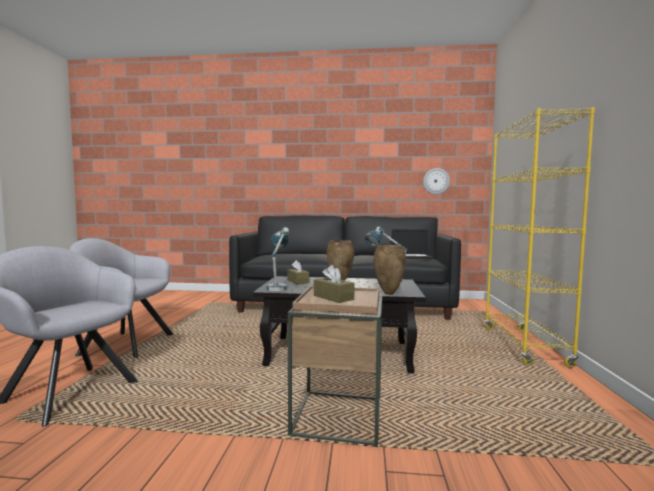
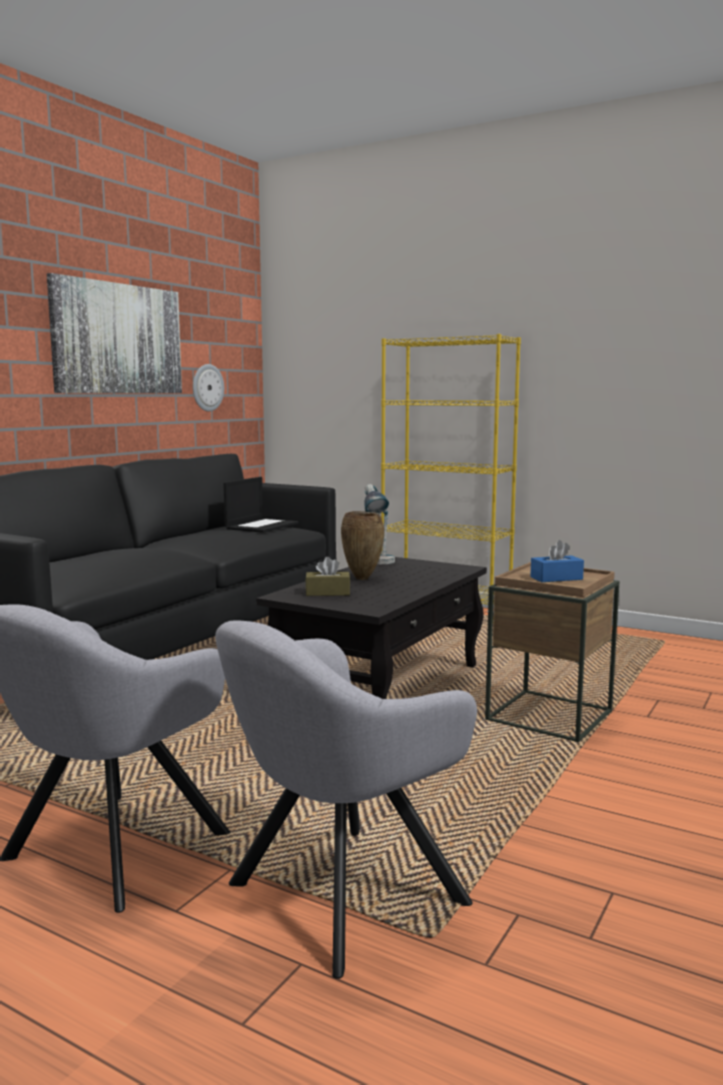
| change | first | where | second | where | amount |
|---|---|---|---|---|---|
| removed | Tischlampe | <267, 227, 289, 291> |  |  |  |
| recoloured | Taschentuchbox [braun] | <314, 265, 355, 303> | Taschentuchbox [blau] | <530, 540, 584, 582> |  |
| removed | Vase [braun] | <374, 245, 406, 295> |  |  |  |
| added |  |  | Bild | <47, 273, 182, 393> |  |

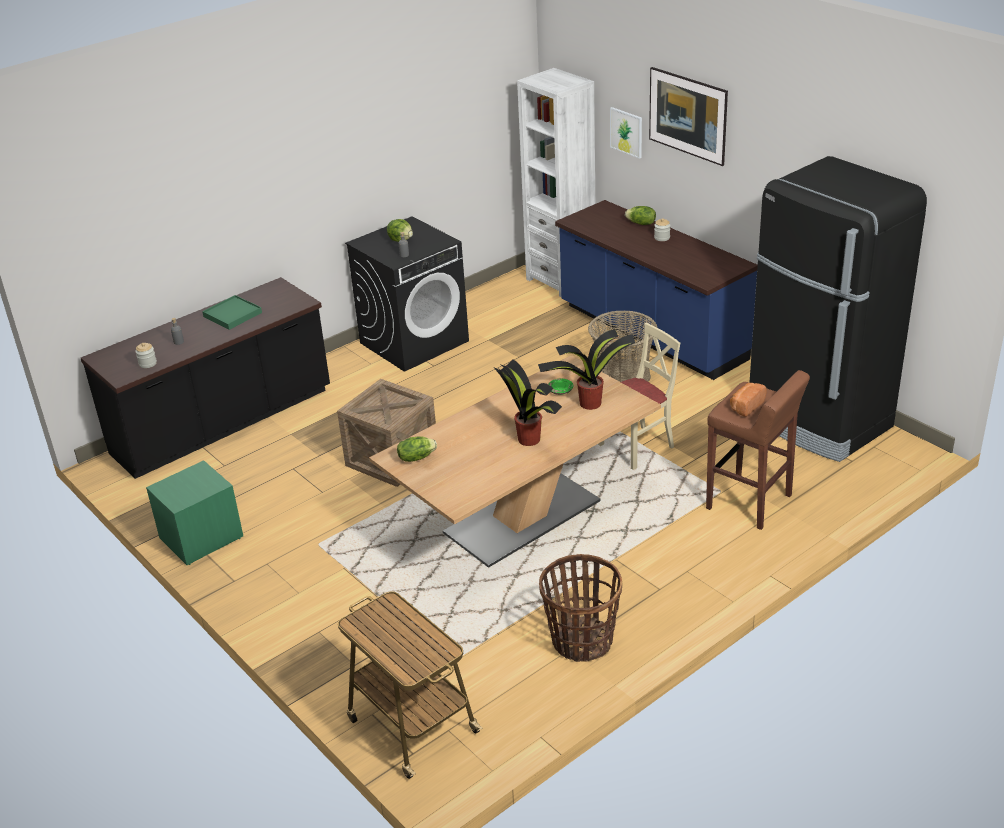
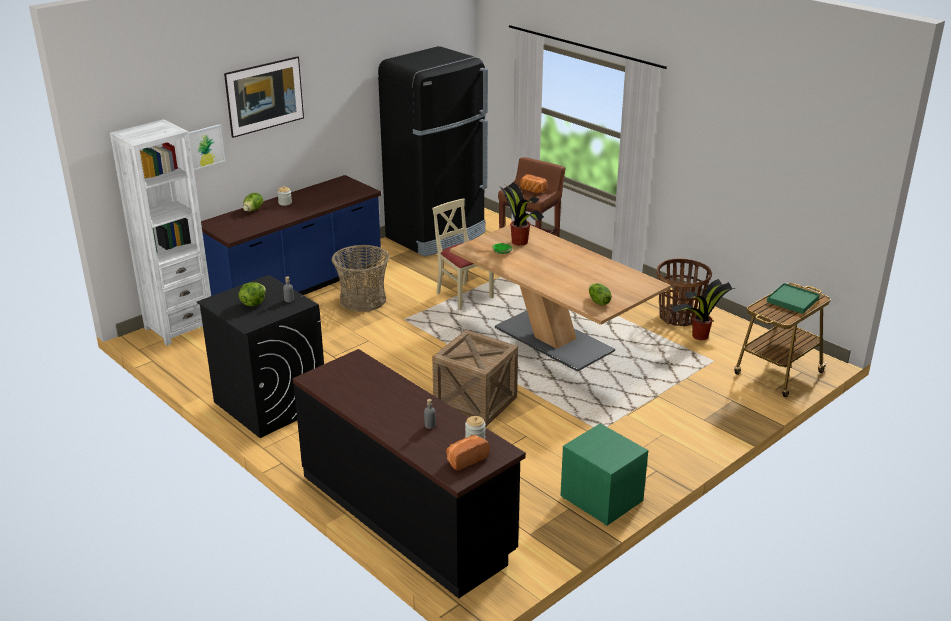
| change | first | where | second | where | amount |
|---|---|---|---|---|---|
| moved | Tablett [grün] | <202, 295, 262, 330> |  | <767, 283, 820, 314> |  |
| moved | Topfpflanze | <494, 359, 562, 446> |  | <671, 279, 735, 340> |  |
| added |  |  | Brot | <446, 435, 490, 471> |  |

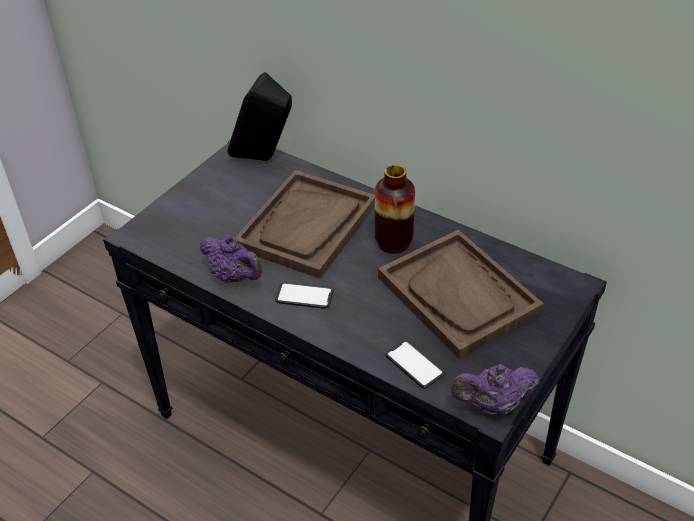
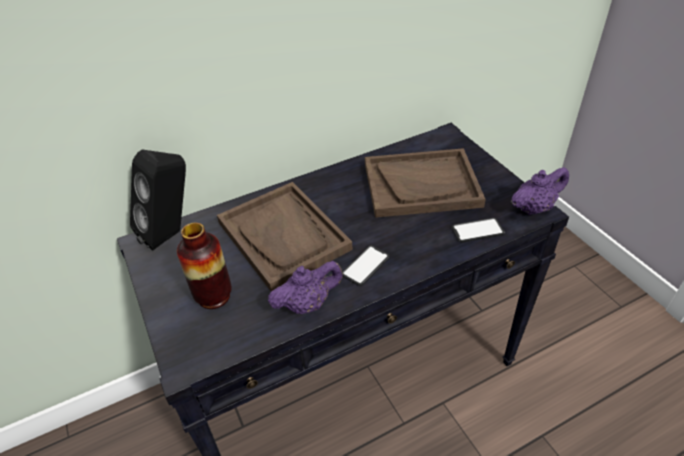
| change | first | where | second | where | amount |
|---|---|---|---|---|---|
| moved | Vase | <375, 165, 415, 254> |  | <177, 223, 232, 309> |  |
| turned | Teekanne [lila] | <451, 364, 539, 415> |  | <511, 167, 569, 215> | 135 degrees counterclockwise |

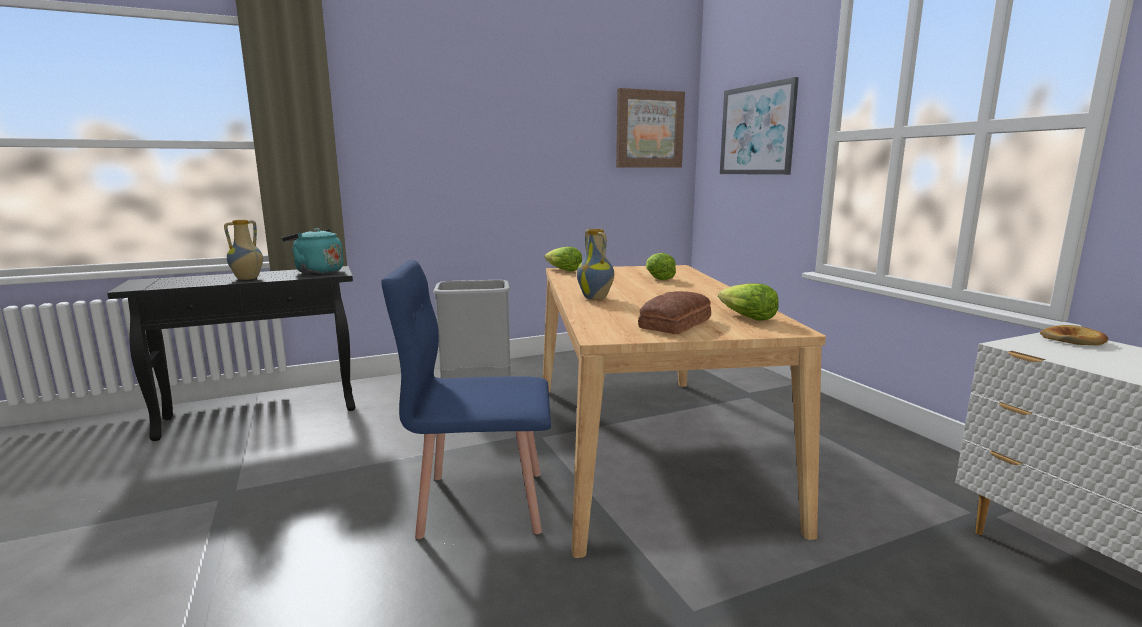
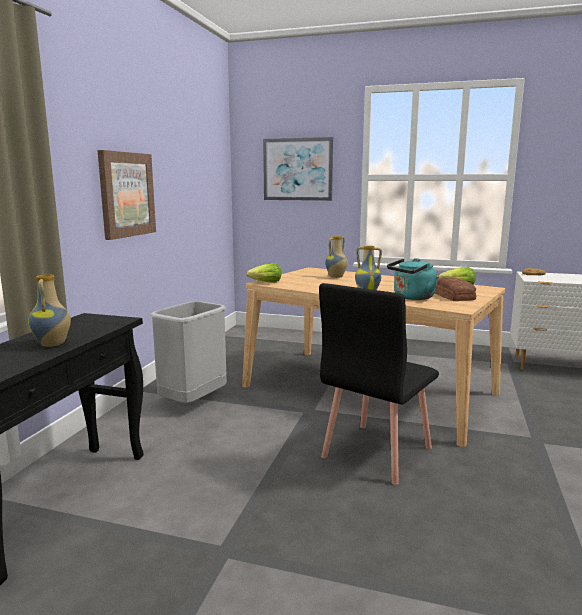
| change | first | where | second | where | amount |
|---|---|---|---|---|---|
| moved | Wasserkessel [türkis] | <282, 228, 344, 274> |  | <387, 258, 438, 300> |  |
| recoloured | Stuhl [blau] | <381, 260, 551, 539> | Stuhl [schwarz] | <319, 283, 439, 485> |  |
| moved | Bild | <616, 88, 685, 168> |  | <97, 150, 156, 240> |  |
| replaced | Salatkopf | <646, 253, 676, 280> | Vase | <325, 236, 348, 278> |  |

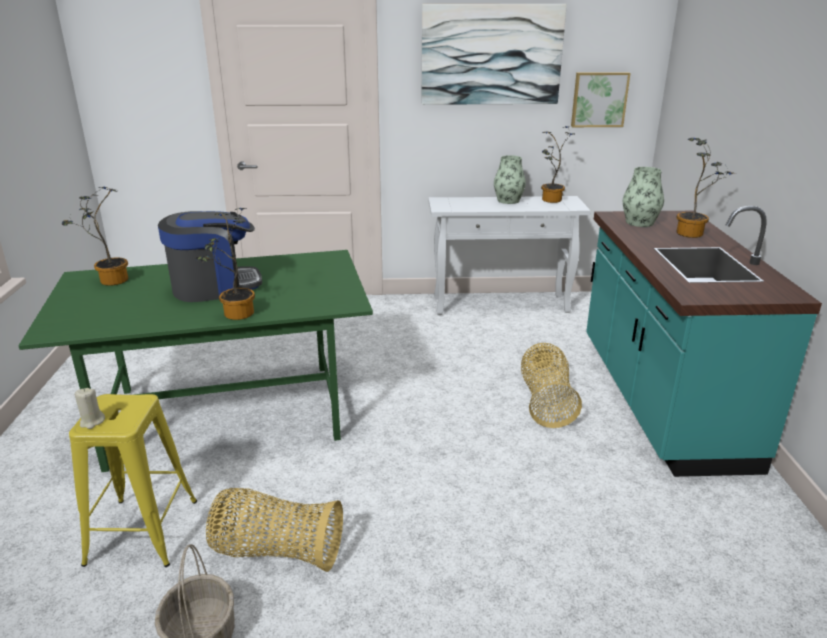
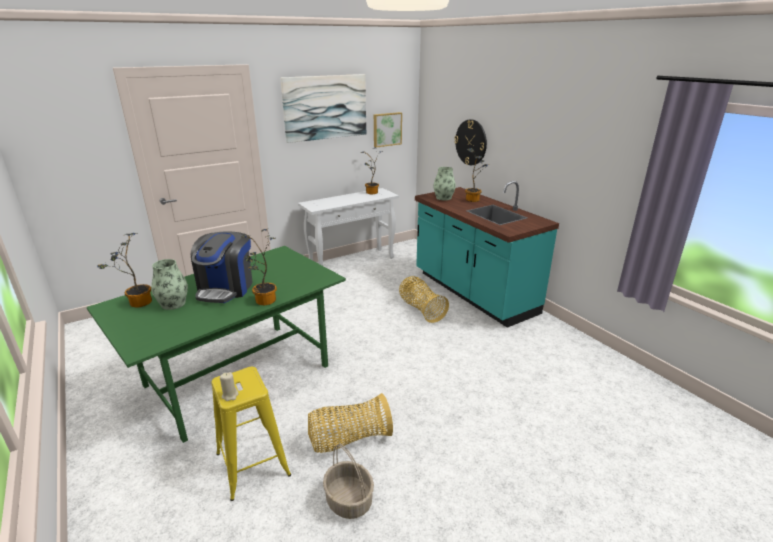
| change | first | where | second | where | amount |
|---|---|---|---|---|---|
| turned | Kaffeemaschine | <158, 211, 262, 302> |  | <191, 232, 252, 303> | 150 degrees clockwise |
| moved | Vase | <494, 155, 526, 204> |  | <151, 259, 188, 310> |  |
| added |  |  | Wanduhr | <454, 119, 487, 165> |  |

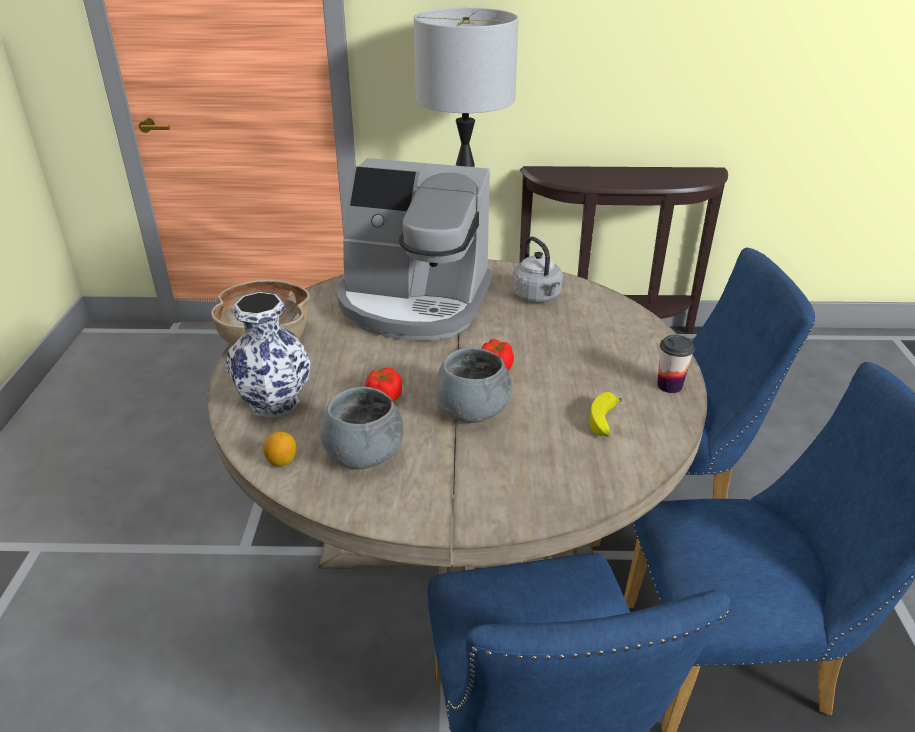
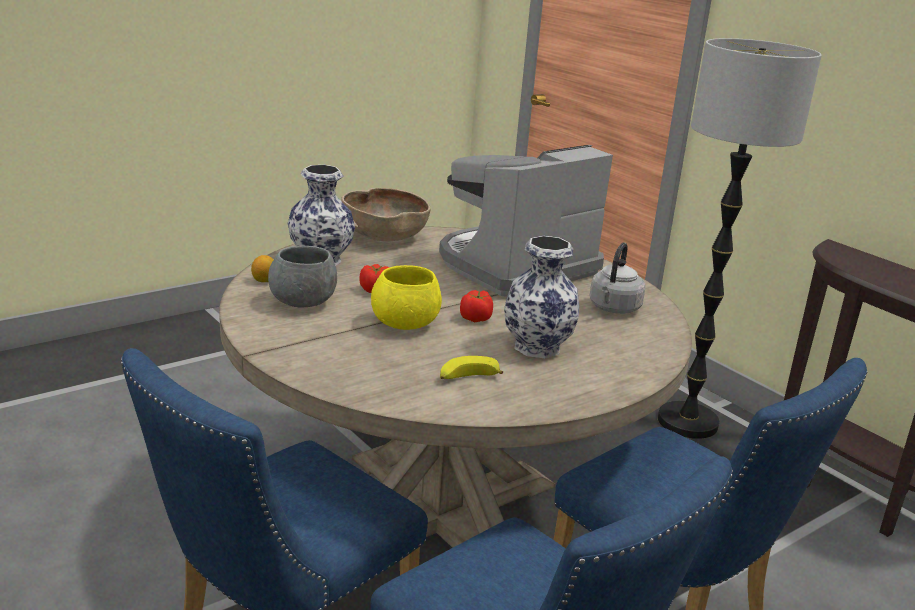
| change | first | where | second | where | amount |
|---|---|---|---|---|---|
| turned | Kaffeemaschine | <338, 158, 492, 341> |  | <439, 145, 613, 297> | 75 degrees clockwise |
| recoloured | Schüssel [grau] | <435, 347, 511, 423> | Schüssel [gelb] | <371, 265, 442, 330> |  |
| removed | Tasse | <657, 335, 695, 393> |  |  |  |
| added |  |  | Vase | <504, 236, 579, 358> |  |

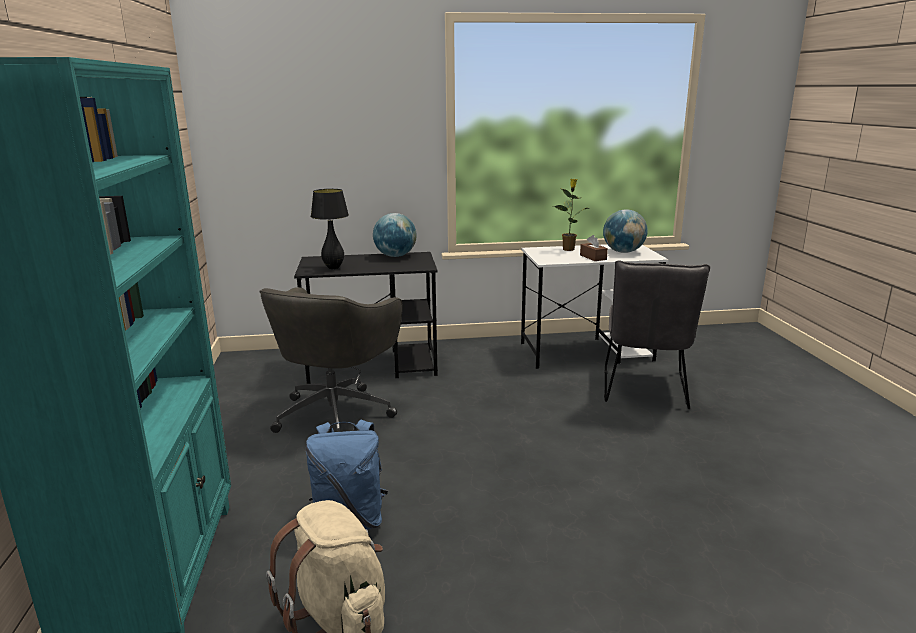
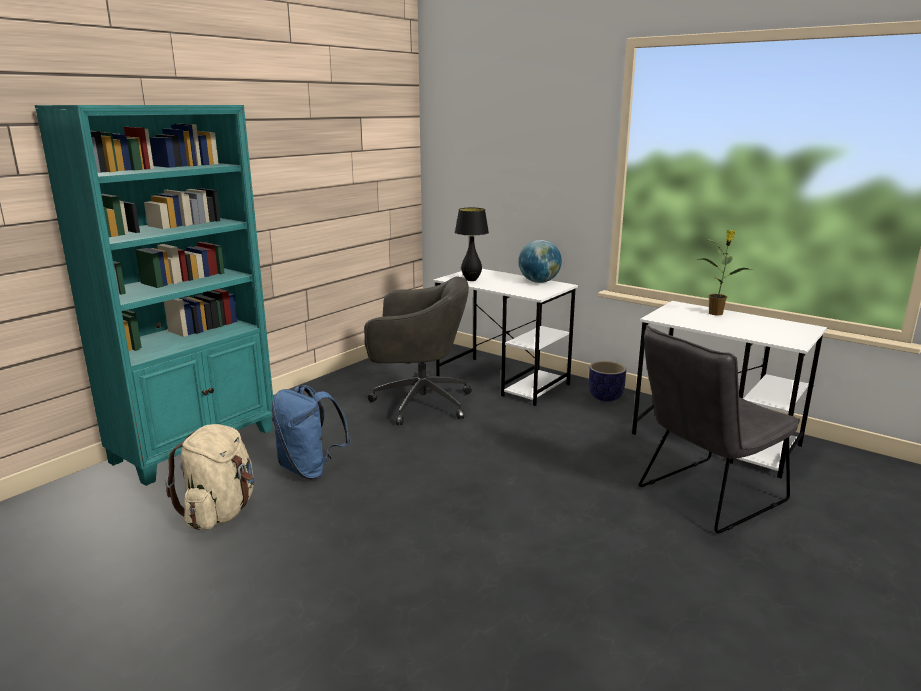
| change | first | where | second | where | amount |
|---|---|---|---|---|---|
| turned | Bürostuhl [grau] | <259, 287, 403, 433> |  | <364, 277, 472, 425> | 150 degrees counterclockwise |
| recoloured | Schreibtisch [schwarz] | <294, 252, 438, 384> | Schreibtisch [weiß] | <433, 269, 578, 406> |  |
| removed | Taschentuchbox [braun] | <580, 235, 608, 261> |  |  |  |
| removed | Globus | <603, 209, 648, 253> |  |  |  |
| added |  |  | Pflanzkübel | <589, 361, 626, 401> |  |

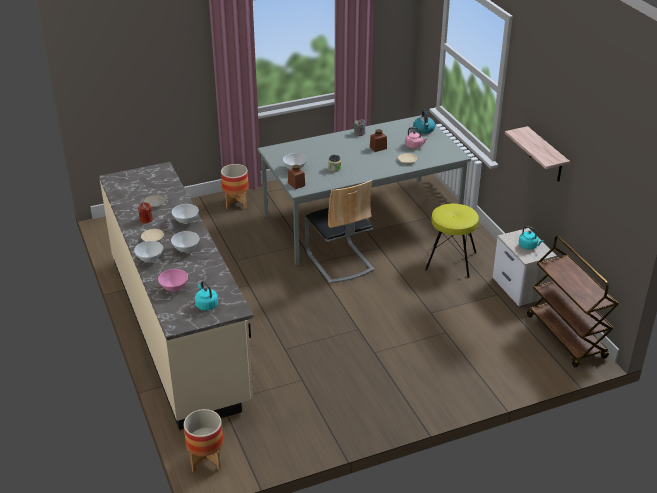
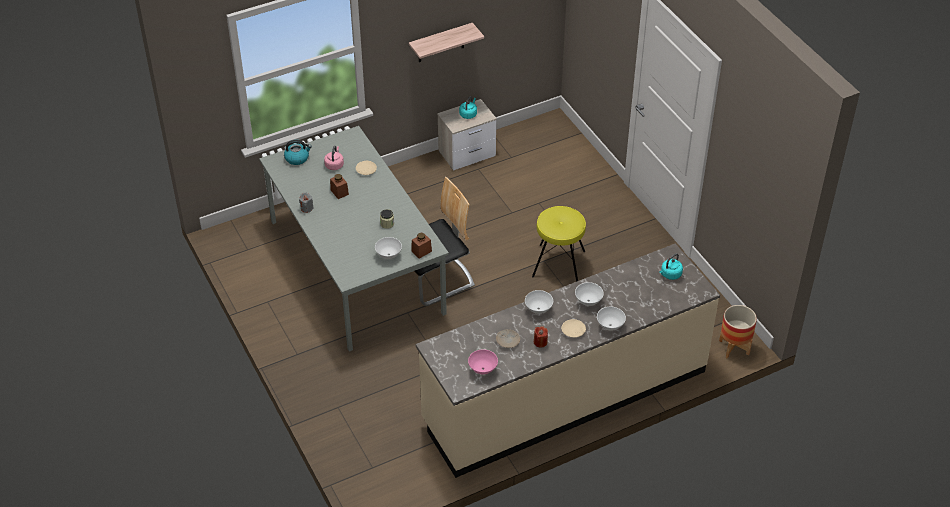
| change | first | where | second | where | amount |
|---|---|---|---|---|---|
| moved | Schüssel [rosa] | <158, 269, 188, 291> |  | <468, 349, 498, 374> |  |
| removed | Pflanzkübel | <221, 164, 249, 209> |  |  |  |
| moved | Hocker [gelb] | <425, 203, 479, 278> |  | <532, 206, 586, 282> |  |
| removed | Rollwagen [braun] | <527, 236, 619, 367> |  |  |  |

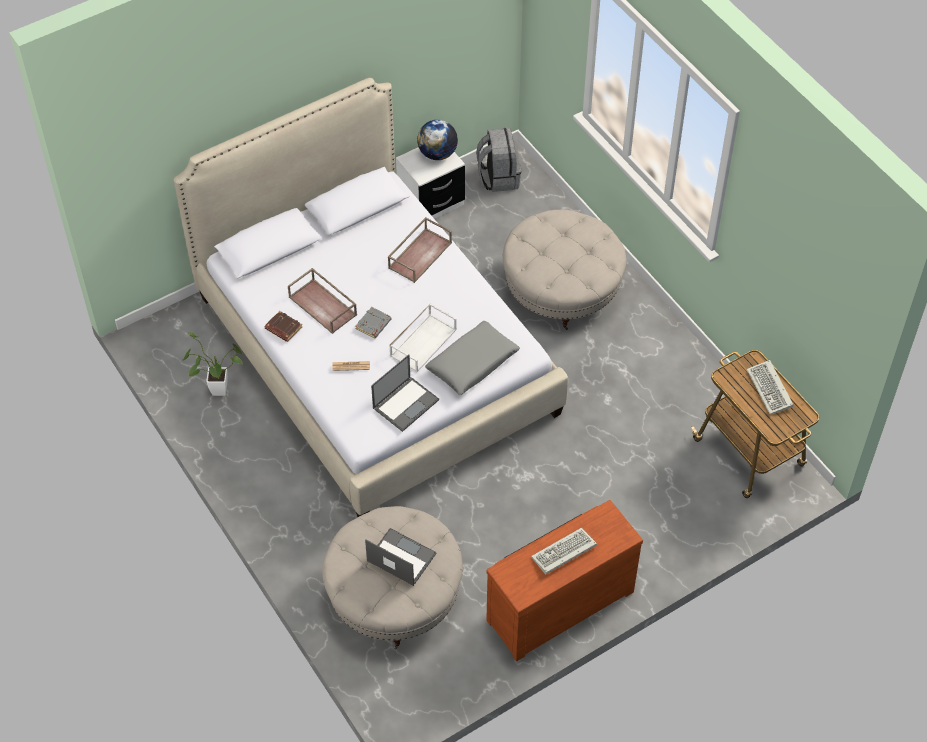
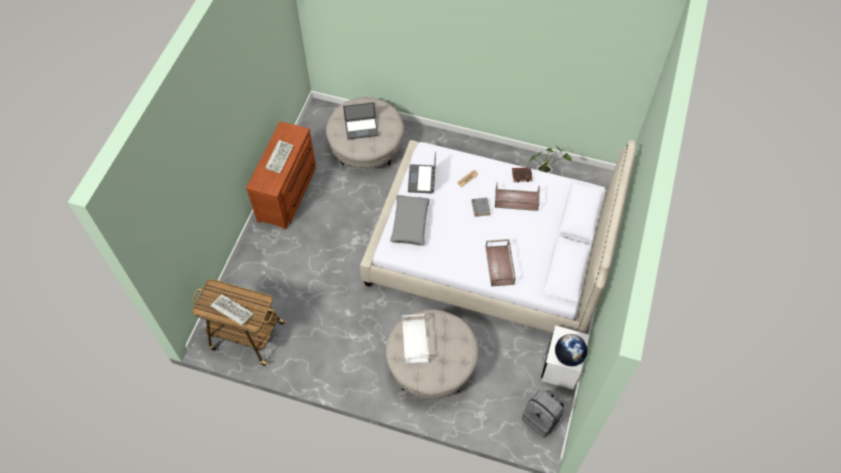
| change | first | where | second | where | amount |
|---|---|---|---|---|---|
| moved | Tablett [weiß] | <389, 303, 457, 372> |  | <402, 314, 429, 364> |  |

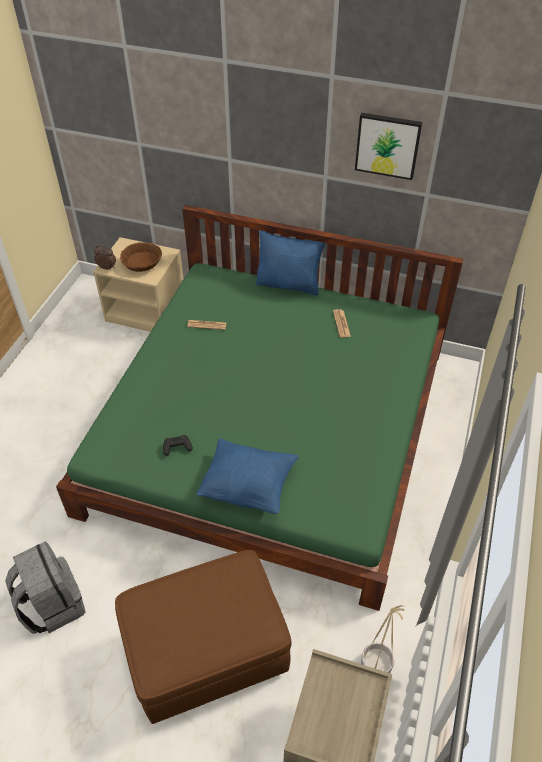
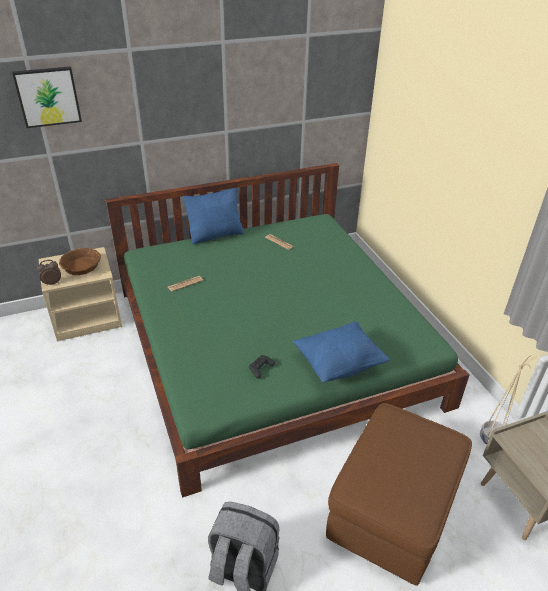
| change | first | where | second | where | amount |
|---|---|---|---|---|---|
| moved | Bild | <355, 113, 422, 180> |  | <12, 66, 82, 128> |  |

